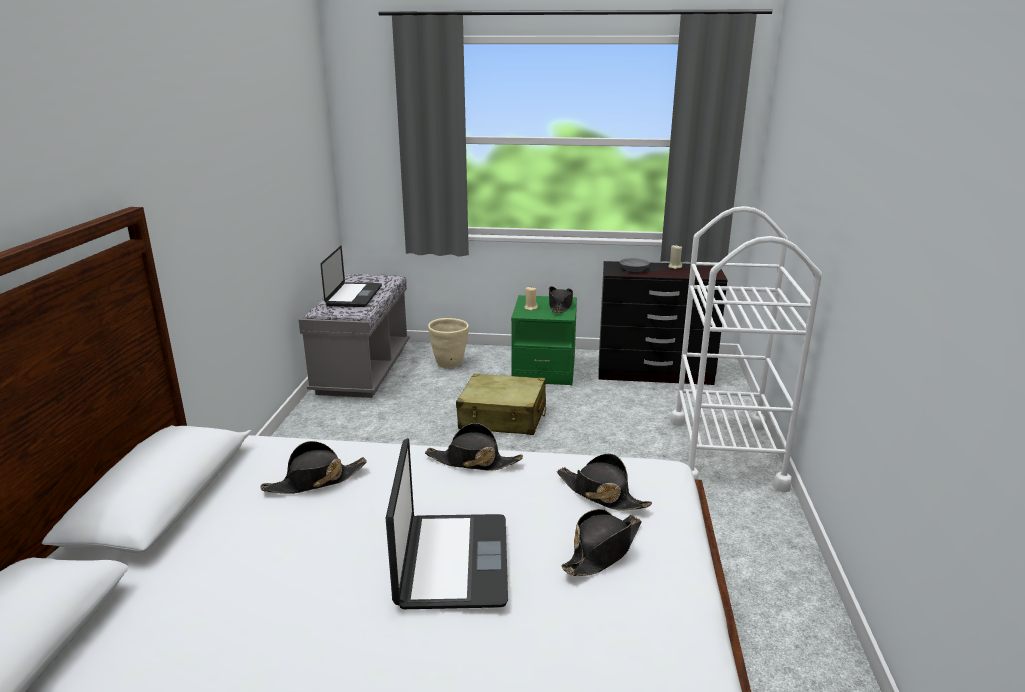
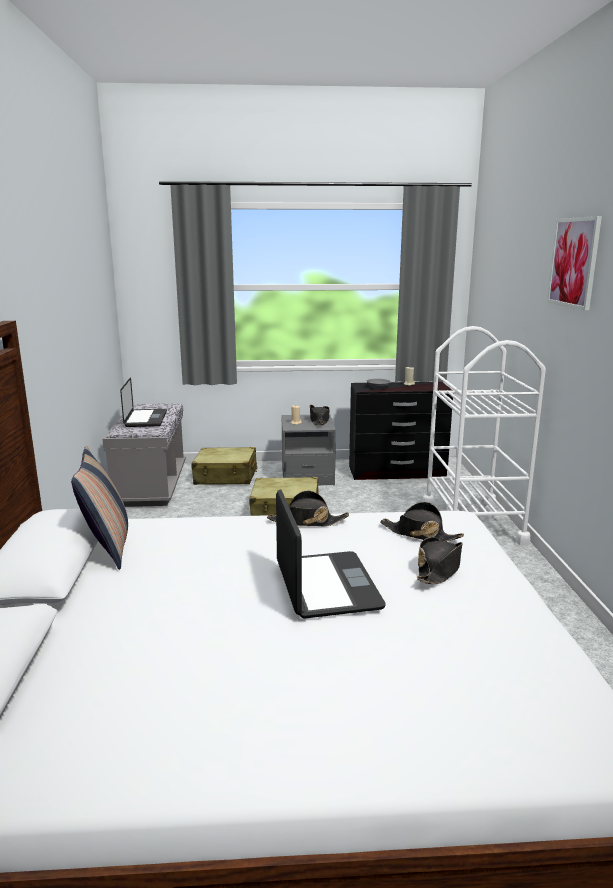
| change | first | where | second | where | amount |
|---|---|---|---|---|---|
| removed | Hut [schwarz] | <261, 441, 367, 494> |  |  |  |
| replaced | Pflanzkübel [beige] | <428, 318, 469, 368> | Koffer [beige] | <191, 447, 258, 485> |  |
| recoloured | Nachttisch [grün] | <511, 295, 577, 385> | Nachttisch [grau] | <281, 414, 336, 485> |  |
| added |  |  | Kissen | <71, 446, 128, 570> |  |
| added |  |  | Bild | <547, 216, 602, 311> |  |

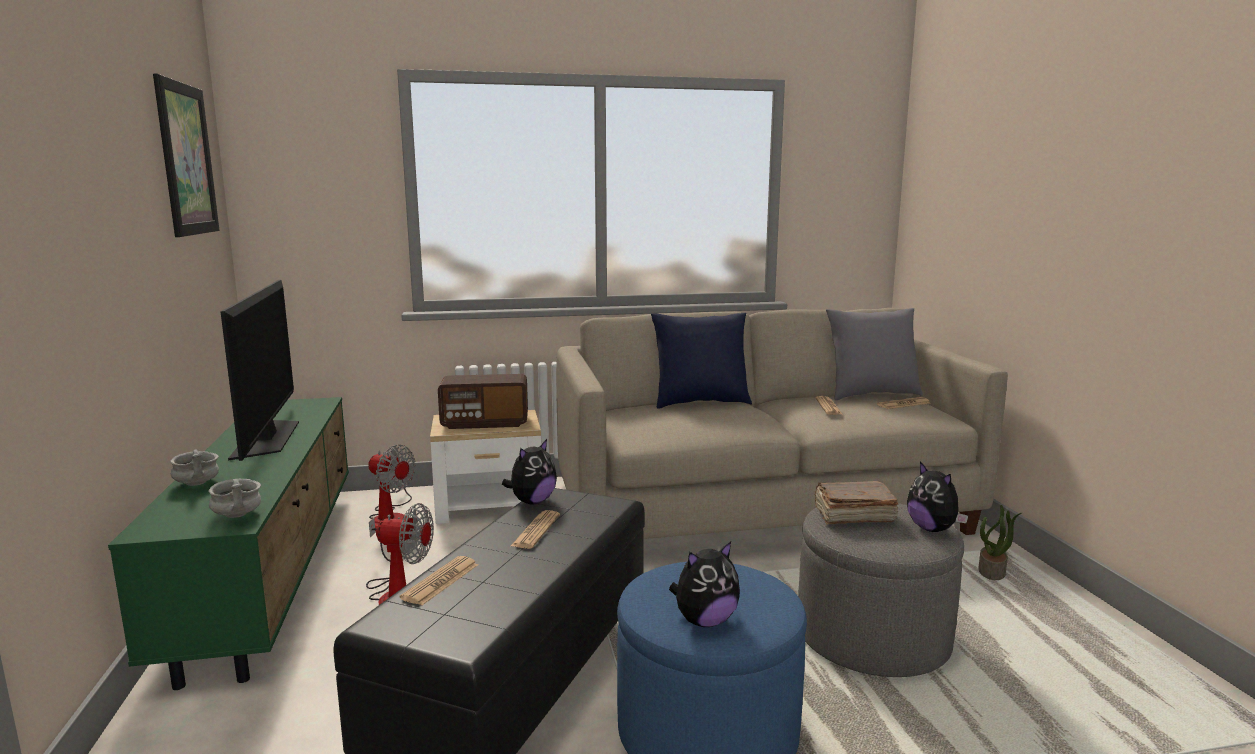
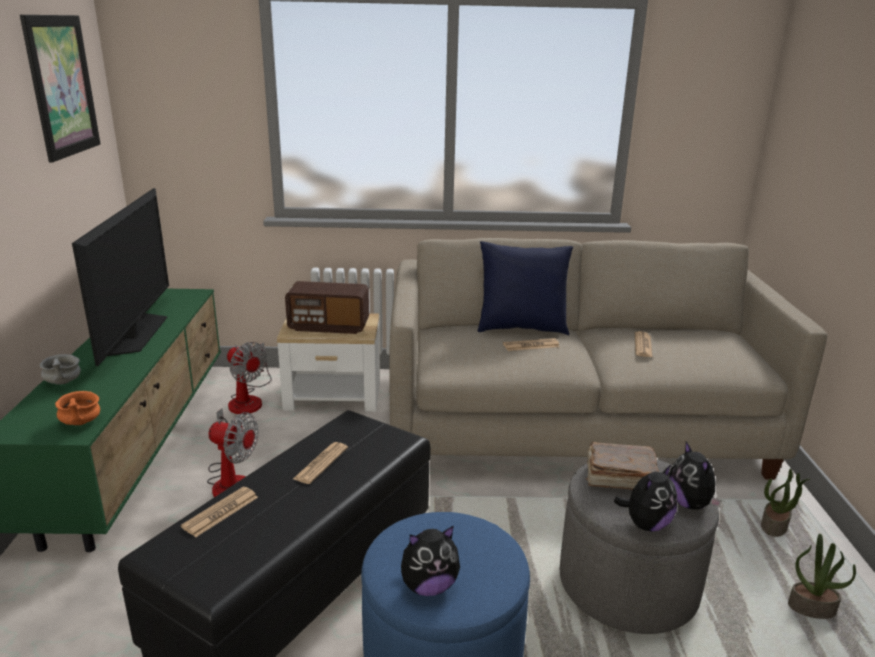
| change | first | where | second | where | amount |
|---|---|---|---|---|---|
| recoloured | Schüssel [grau] | <208, 479, 261, 518> | Schüssel [orange] | <55, 391, 100, 425> |  |
| moved | Plüschtier | <502, 439, 557, 504> |  | <614, 465, 677, 532> |  |
| removed | Kissen [grau] | <826, 308, 923, 400> |  |  |  |
| moved | Zeitung | <877, 397, 930, 409> |  | <503, 338, 560, 351> |  |
| added |  |  | Topfpflanze | <788, 534, 856, 619> |  |

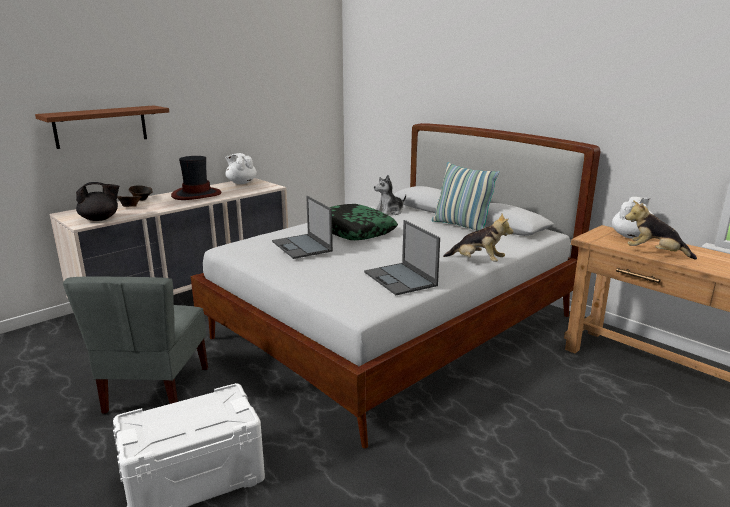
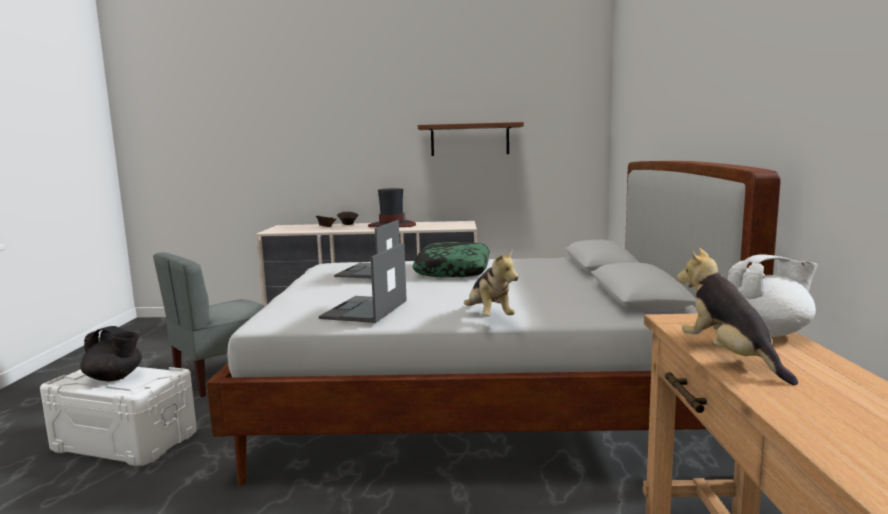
| change | first | where | second | where | amount |
|---|---|---|---|---|---|
| moved | Wandregal [braun] | <35, 106, 169, 149> |  | <418, 122, 524, 156> |  |
| moved | Teekanne [schwarz] | <76, 182, 119, 221> |  | <80, 326, 142, 381> |  |
| removed | Teekanne [weiß] | <225, 153, 257, 184> |  |  |  |
| removed | Plüschtier | <374, 175, 406, 215> |  |  |  |
| removed | Kissen | <432, 162, 499, 231> |  |  |  |

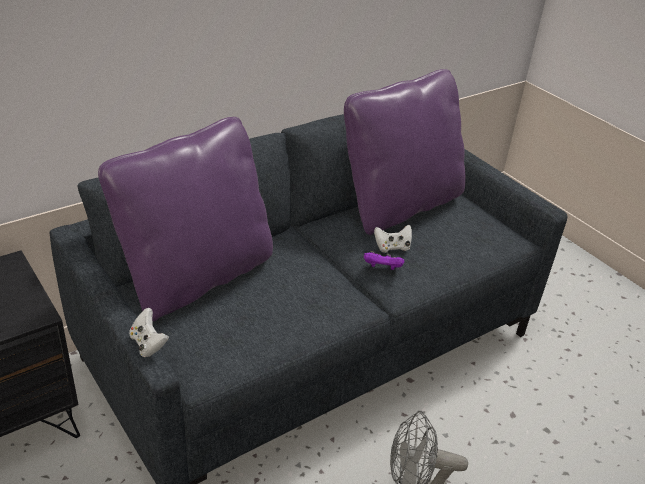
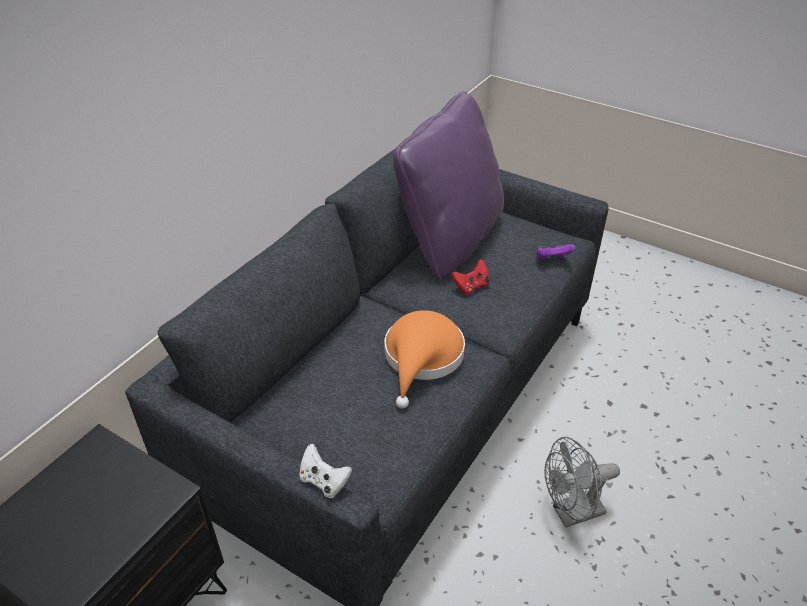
| change | first | where | second | where | amount |
|---|---|---|---|---|---|
| removed | Kissen [lila] | <98, 117, 273, 321> |  |  |  |
| moved | Gamepad [lila] | <364, 251, 404, 270> |  | <536, 244, 576, 261> |  |
| recoloured | Gamepad [weiß] | <374, 225, 412, 253> | Gamepad [rot] | <451, 259, 490, 295> |  |
| added |  |  | Hut [orange] | <384, 310, 465, 409> |  |

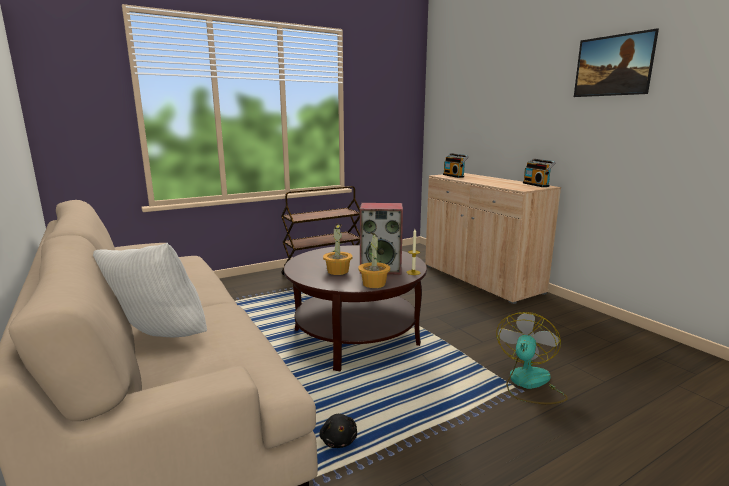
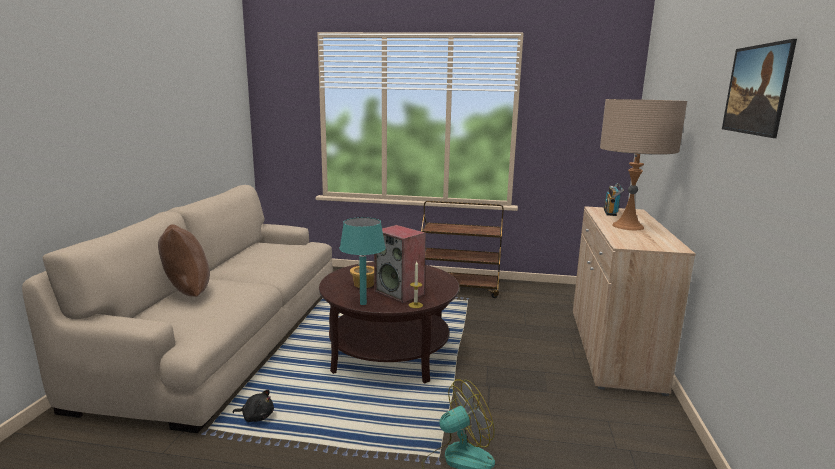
| change | first | where | second | where | amount |
|---|---|---|---|---|---|
| recoloured | Kissen [weiß] | <93, 243, 207, 337> | Kissen [braun] | <158, 225, 210, 297> |  |
| turned | Plüschtier [schwarz] | <319, 414, 357, 448> |  | <232, 389, 274, 422> | 105 degrees counterclockwise |
| replaced | Topfpflanze | <358, 233, 390, 288> | Tischlampe [türkis] | <340, 217, 386, 305> |  |
| removed | Radio | <523, 159, 555, 187> |  |  |  |
| added |  |  | Tischlampe [beige] | <600, 99, 687, 230> |  |

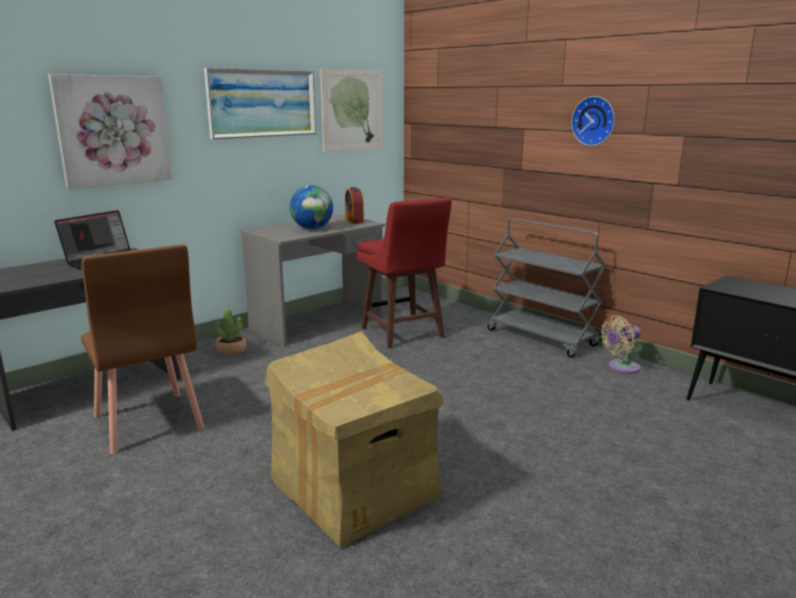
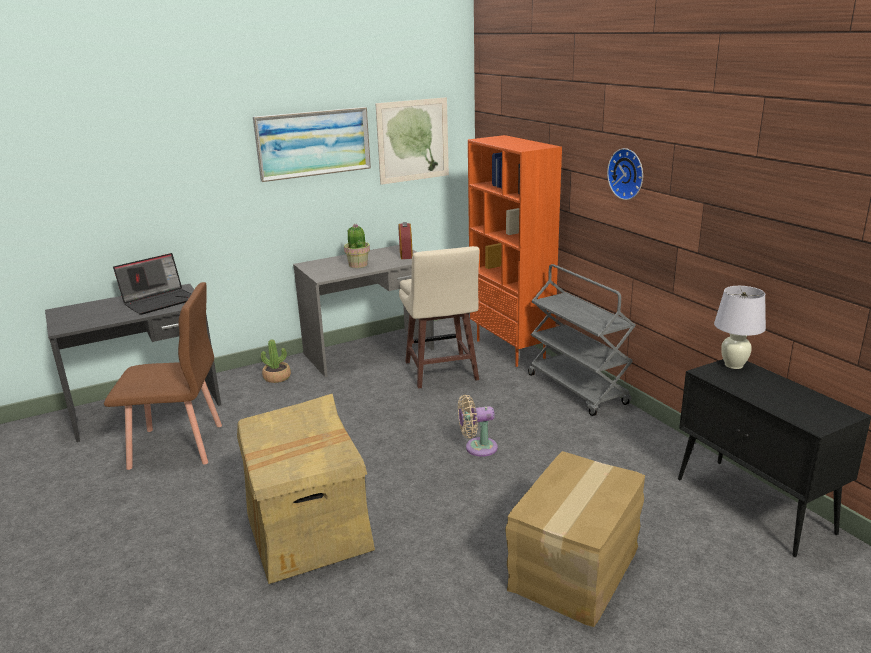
| change | first | where | second | where | amount |
|---|---|---|---|---|---|
| removed | Bild | <48, 74, 172, 189> |  |  |  |
| turned | Stuhl [braun] | <81, 244, 205, 454> |  | <104, 282, 222, 470> | 75 degrees counterclockwise |
| replaced | Globus | <290, 185, 333, 229> | Topfpflanze | <344, 223, 370, 268> |  |
| recoloured | Hocker [rot] | <357, 197, 452, 349> | Hocker [beige] | <399, 246, 479, 389> |  |
| moved | Ventilator [beige] | <601, 315, 641, 374> |  | <458, 395, 498, 457> |  |
| added |  |  | Bücherregal [orange] | <468, 135, 562, 367> |  |
| added |  |  | Karton | <505, 451, 645, 627> |  |
| added |  |  | Tischlampe [weiß] | <714, 286, 766, 369> |  |

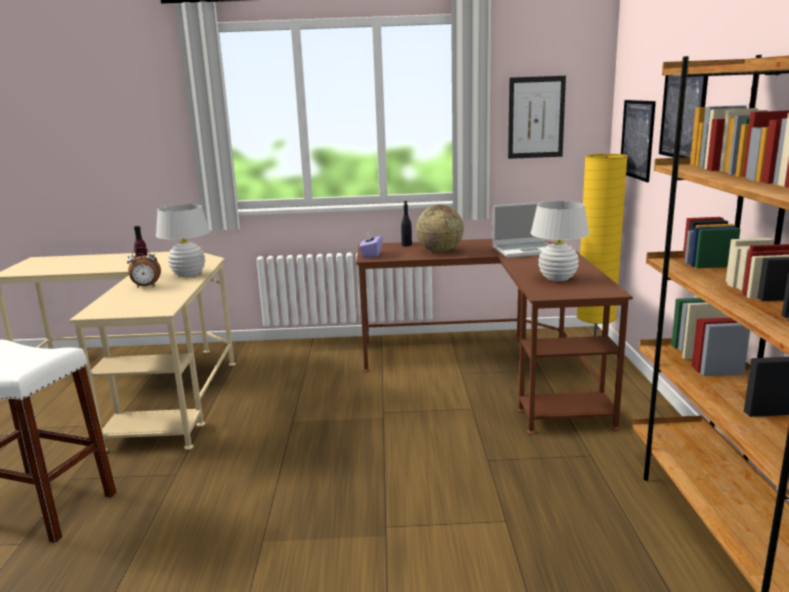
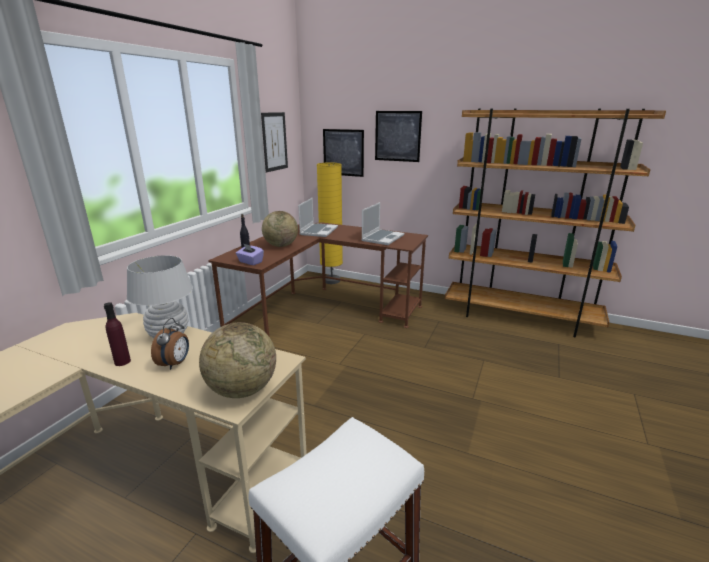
| change | first | where | second | where | amount |
|---|---|---|---|---|---|
| replaced | Tischlampe [weiß] | <531, 201, 589, 281> | Laptop | <361, 202, 404, 245> |  |
| added |  |  | Globus | <199, 322, 276, 398> |  |

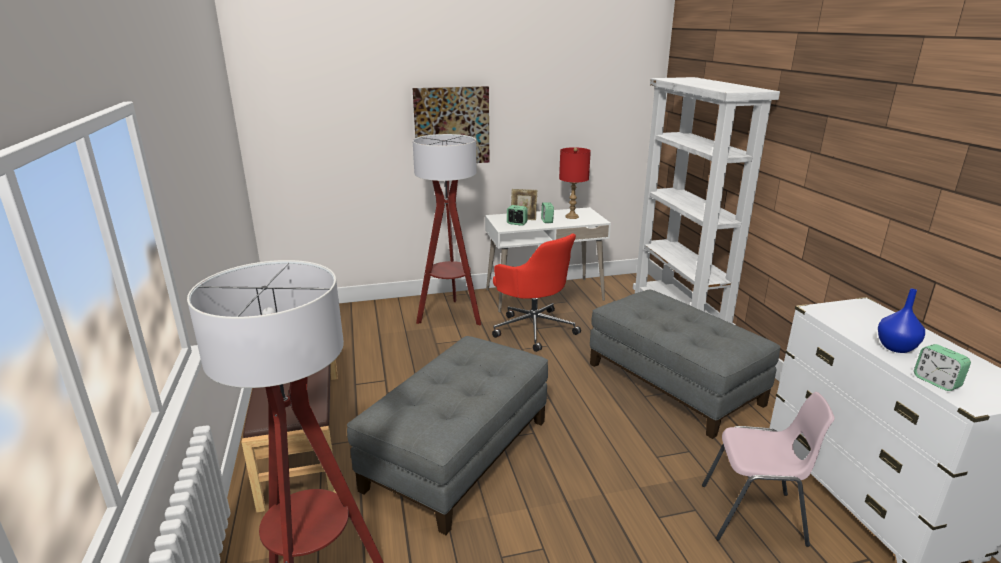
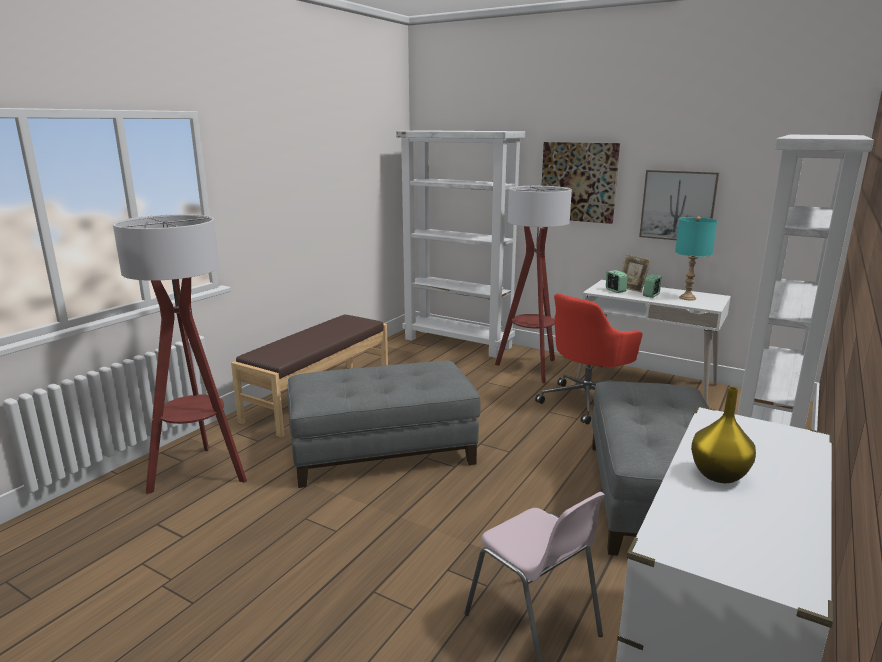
| change | first | where | second | where | amount |
|---|---|---|---|---|---|
| turned | Bürostuhl [rot] | <492, 234, 581, 352> |  | <535, 293, 642, 425> | 45 degrees clockwise |
| recoloured | Tischlampe [rot] | <559, 147, 591, 219> | Tischlampe [türkis] | <675, 216, 717, 300> |  |
| recoloured | Vase [blau] | <878, 289, 925, 353> | Vase [gelb] | <691, 387, 756, 483> |  |
| removed | Wecker | <914, 344, 971, 391> |  |  |  |
| added |  |  | Bücherregal [weiß] | <396, 130, 525, 358> |  |
| added |  |  | Bild | <639, 170, 719, 240> |  |

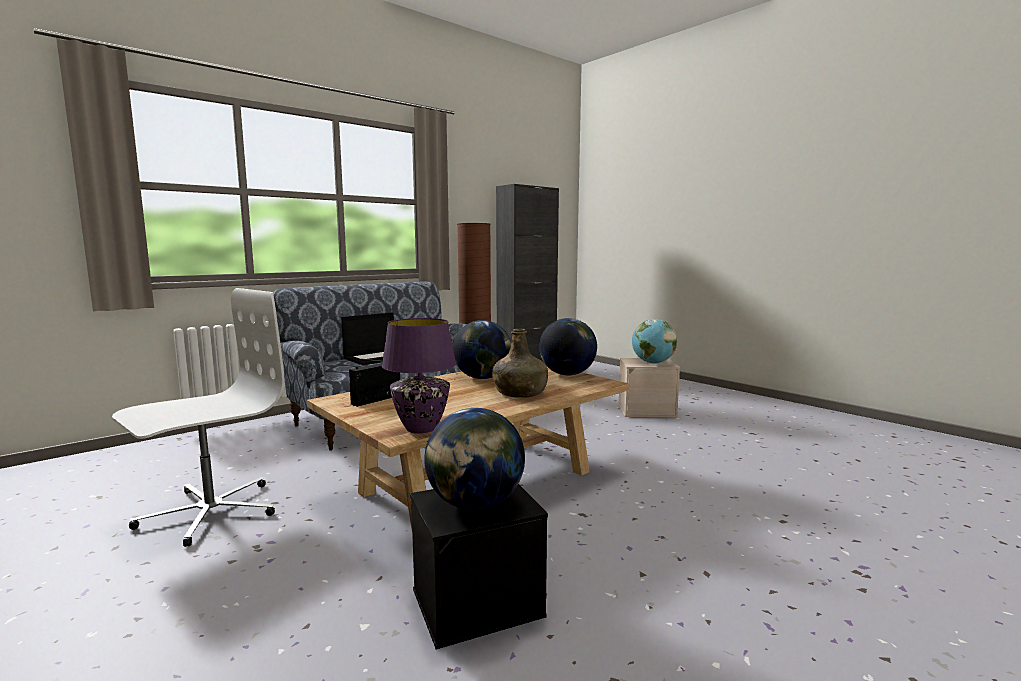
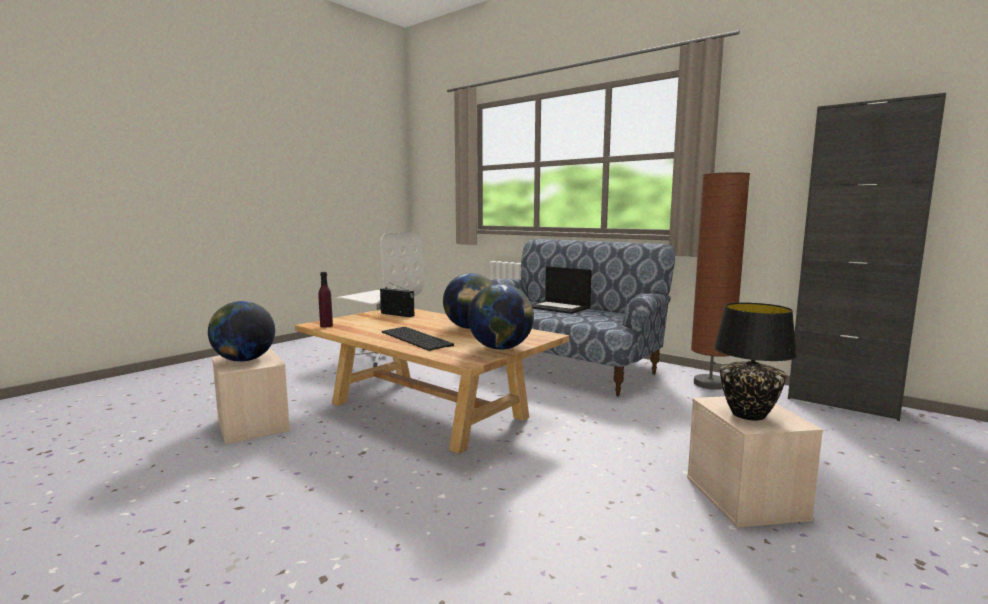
| change | first | where | second | where | amount |
|---|---|---|---|---|---|
| replaced | Tischlampe [lila] | <382, 318, 456, 434> | Flasche [lila] | <318, 272, 333, 327> |  |
| recoloured | Aufbewahrungsbox [schwarz] | <410, 484, 548, 649> | Aufbewahrungsbox [beige] | <212, 349, 290, 445> |  |
| replaced | Flasche [grün] | <492, 329, 548, 398> | Tastatur | <382, 327, 454, 351> |  |
| replaced | Globus | <632, 319, 677, 364> | Tischlampe [schwarz] | <714, 302, 797, 421> |  |

